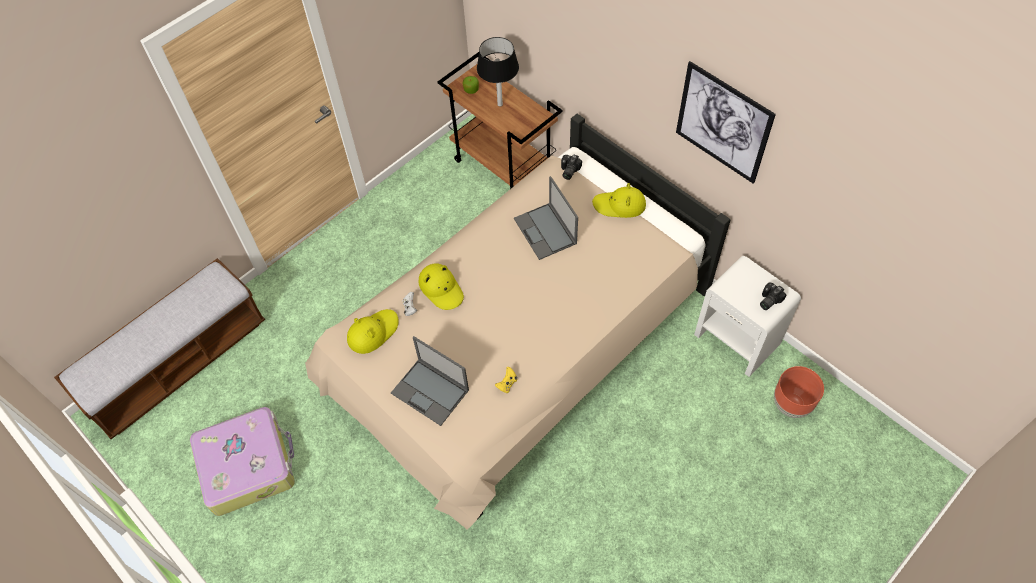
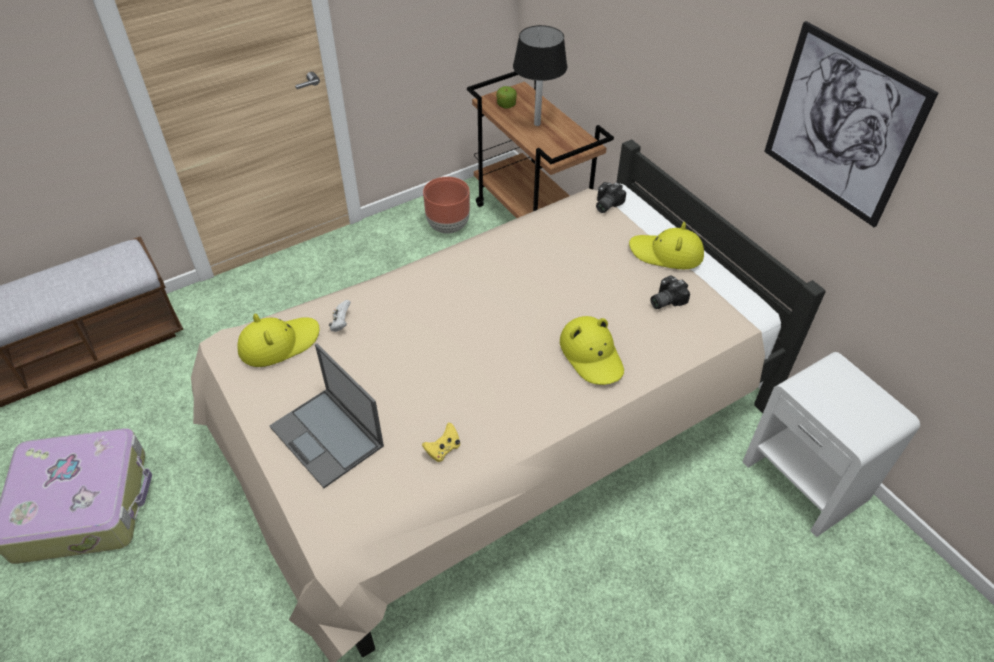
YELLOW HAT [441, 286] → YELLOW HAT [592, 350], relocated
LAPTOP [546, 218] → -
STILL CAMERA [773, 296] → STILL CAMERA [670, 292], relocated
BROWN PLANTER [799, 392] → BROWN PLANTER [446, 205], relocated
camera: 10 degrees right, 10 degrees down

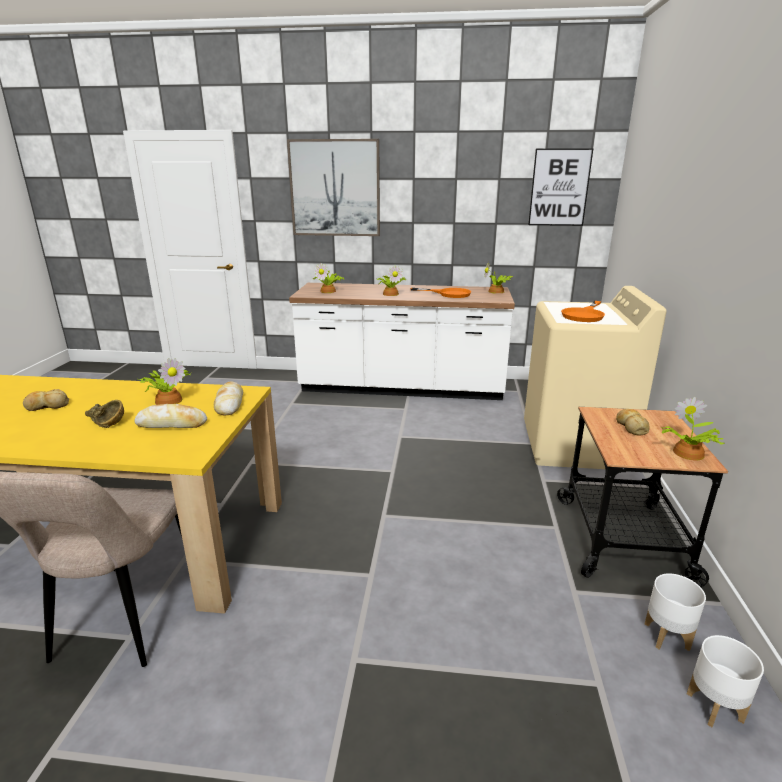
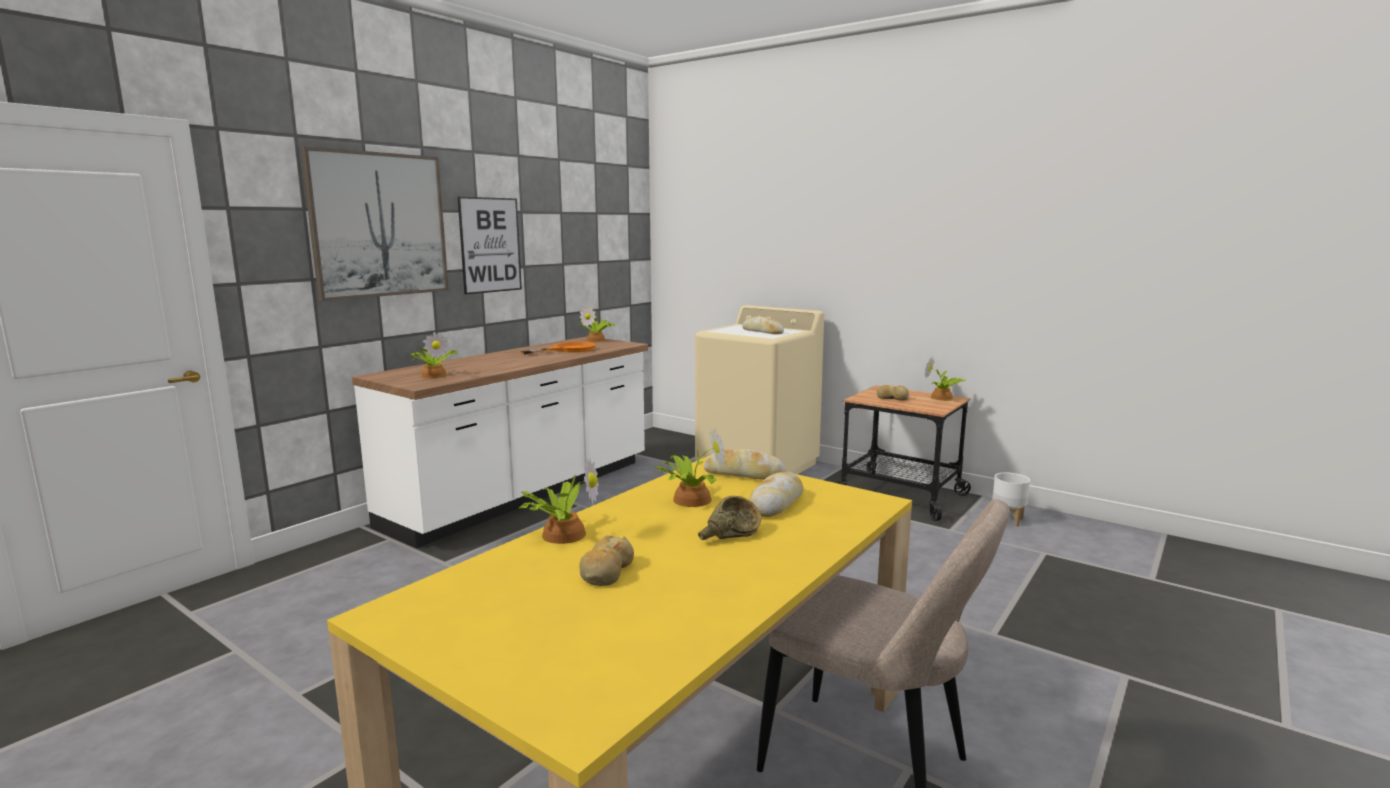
POTTED PLANT [390, 280] → POTTED PLANT [558, 501], relocated
WALL ART [560, 187] → WALL ART [490, 246], relocated
ORANGE PAN [583, 311] → BREAD [763, 325]
WHITE PLANTER [725, 681] → -
camera: 60 degrees left, 10 degrees down

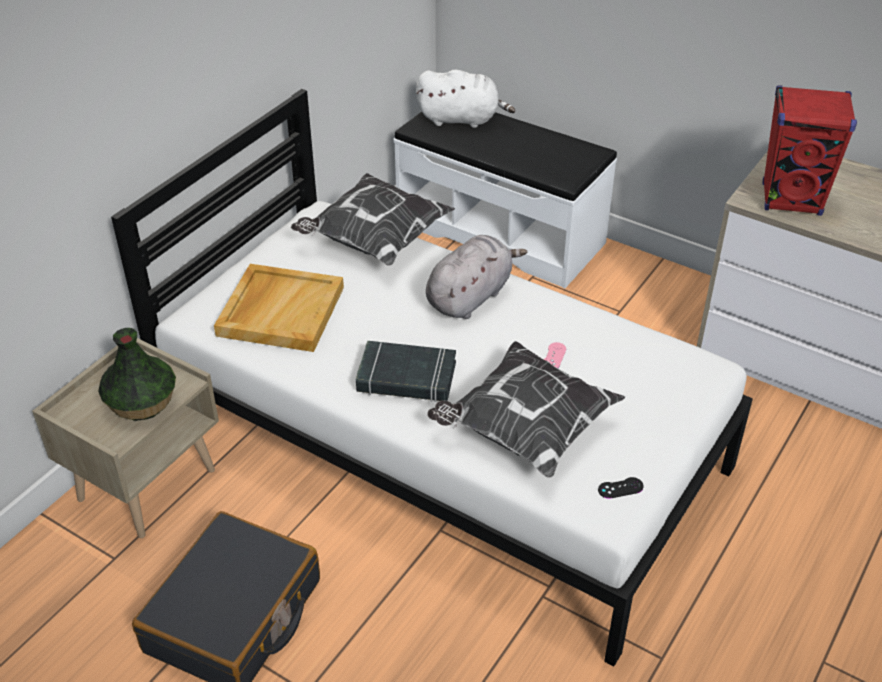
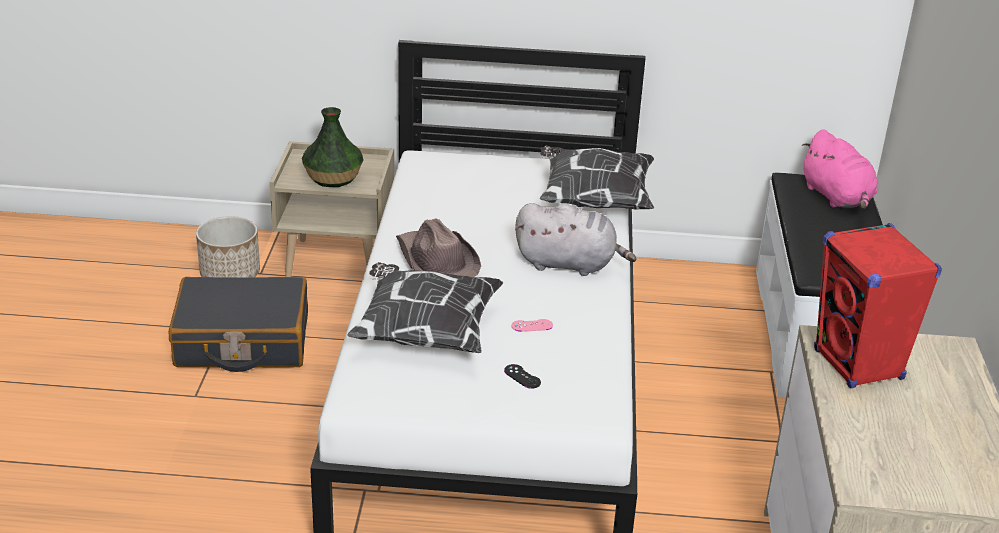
BEIGE-COLOURED TRAY [279, 308] → -
BLACK-COLOURED BOOK [406, 371] → BROWN HAT [438, 247]
WHITE CUDDLY TOY [465, 99] → PINK CUDDLY TOY [839, 169]
BLACK-COLOURED GAMEPAD [621, 488] → BLACK-COLOURED GAMEPAD [522, 376], relocated
- → PLANTER [228, 247]
camera: 60 degrees right, 10 degrees down

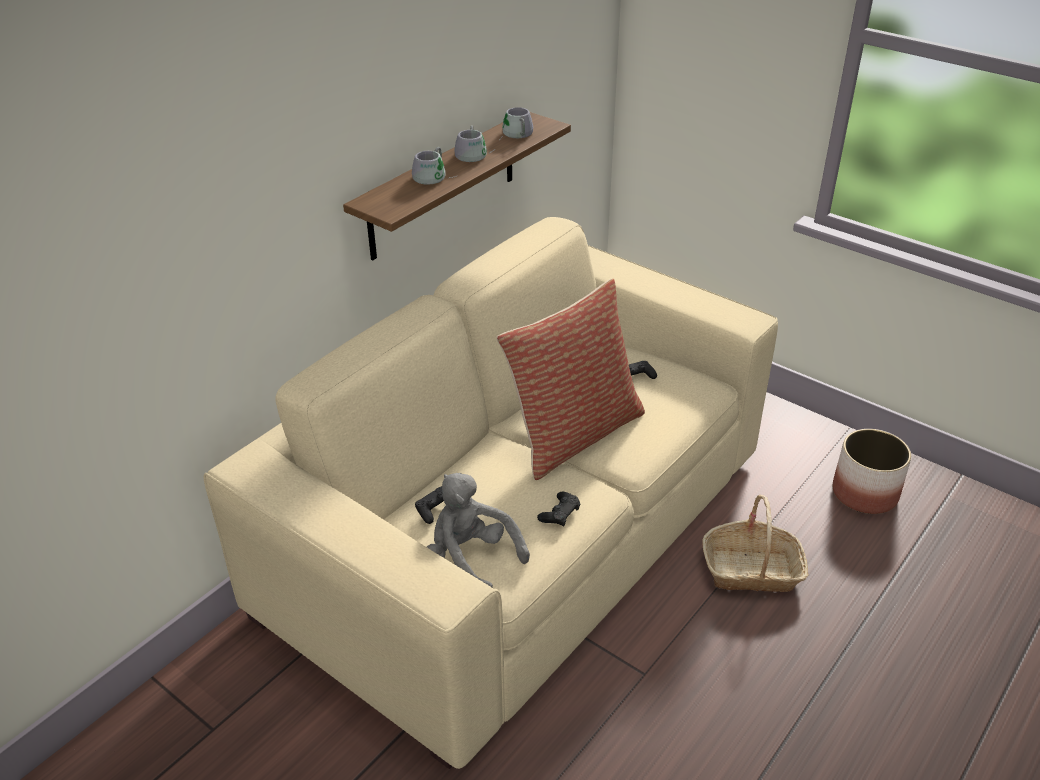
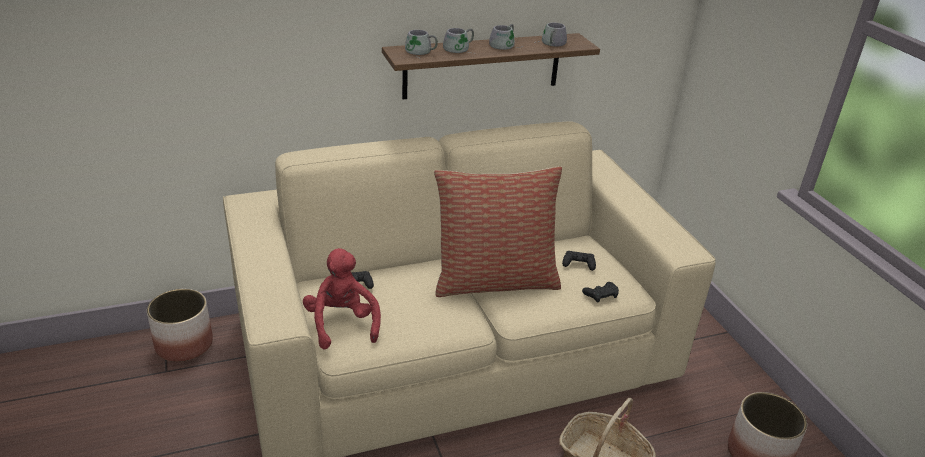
GREYISH CUDDLY TOY [478, 530] → RED-COLOURED CUDDLY TOY [342, 299]
BLACK-COLOURED GAMEPAD [558, 509] → BLACK-COLOURED GAMEPAD [600, 292], relocated
- → PLANTER [180, 325]
- → GREYISH TEA MUG [421, 44]
camera: 30 degrees right, 5 degrees down

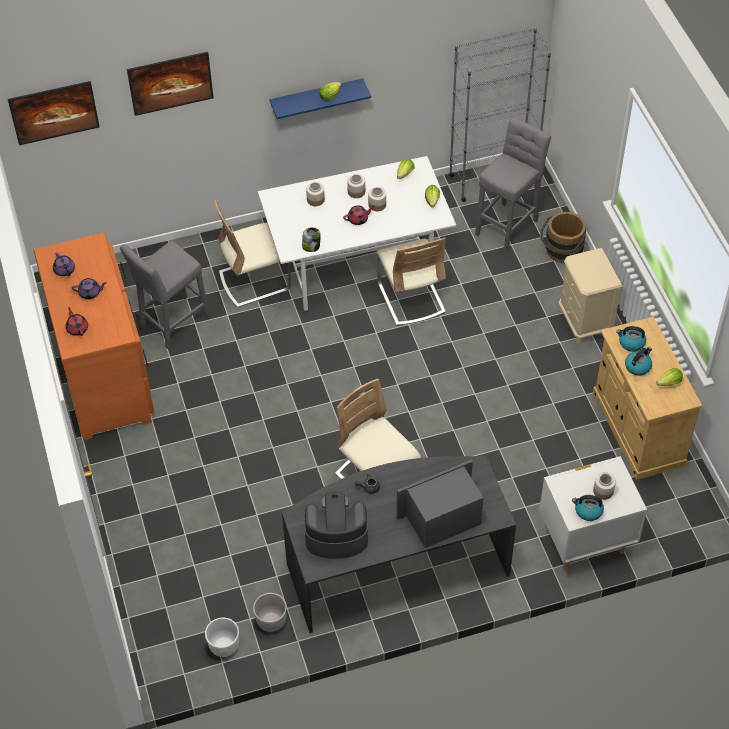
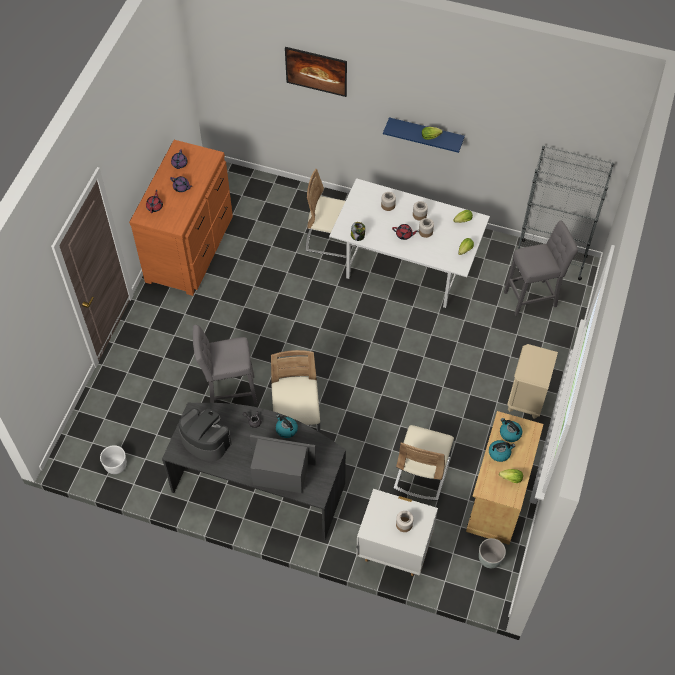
WALL ART [54, 113] → -
GREYISH STOOL [165, 295] → GREYISH STOOL [225, 364], relocated
GREYISH PLANTER [270, 612] → GREYISH PLANTER [492, 553], relocated
BEIGE-COLOURED UPRIGHT CHAIR [411, 282] → BEIGE-COLOURED UPRIGHT CHAIR [424, 463], relocated
BROWN BUCKET [563, 237] → -
TEA KETTLE [588, 508] → TEA KETTLE [287, 426], relocated
camera: 35 degrees right, 5 degrees up

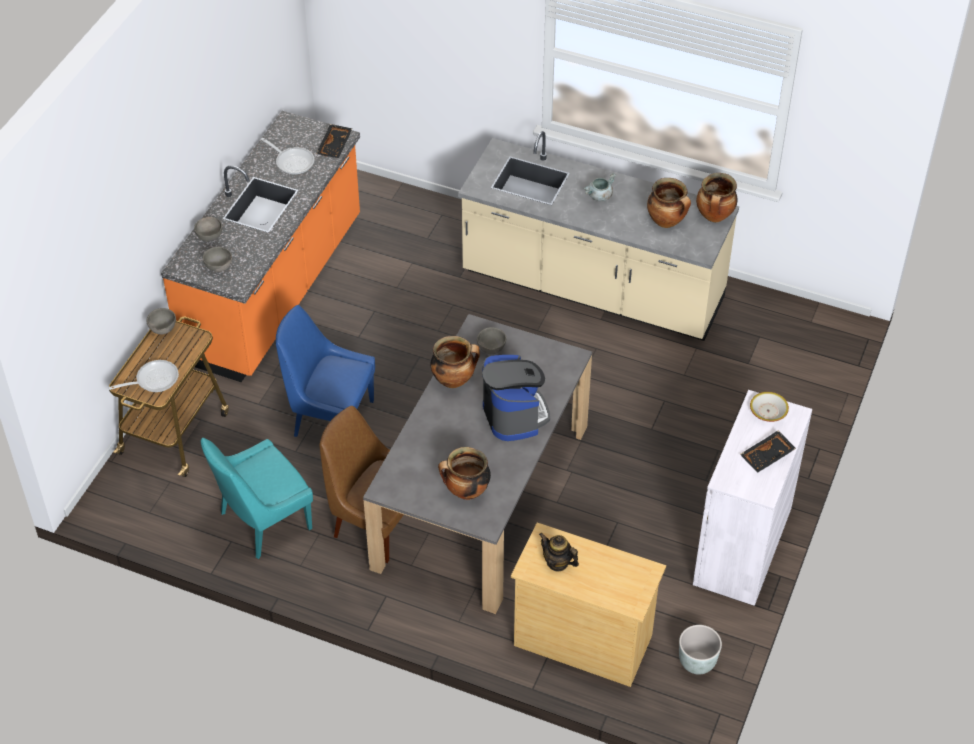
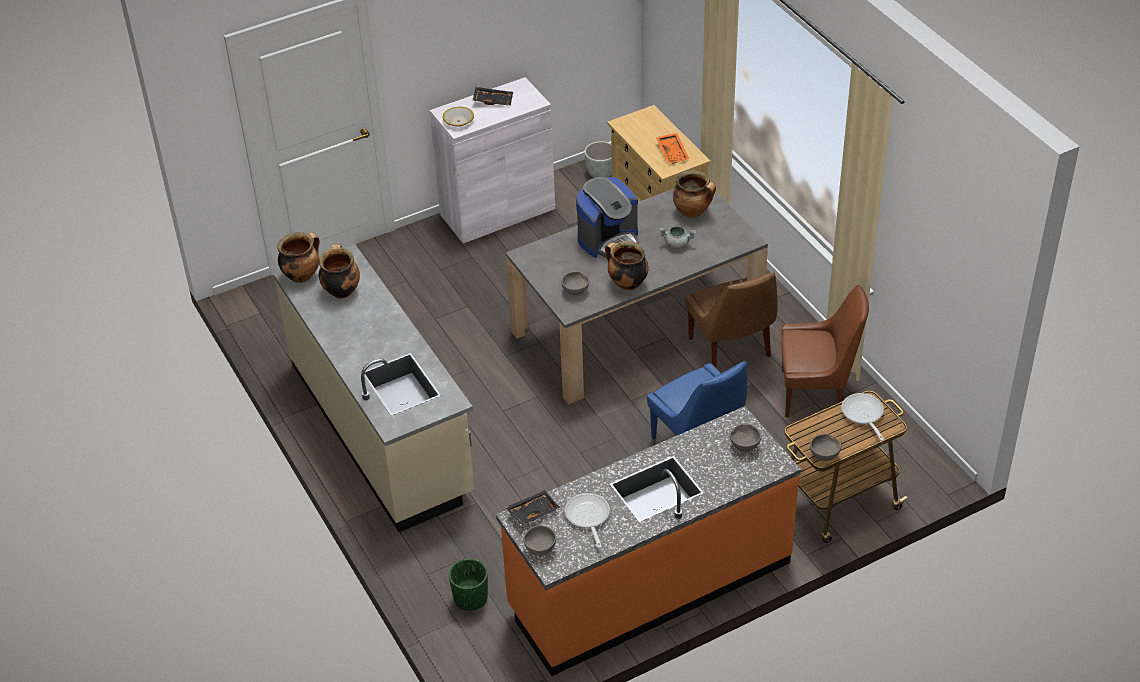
PAN [143, 376] → PAN [862, 417], 60 degrees clockwise
GREYISH SERVING BOWL [208, 229] → GREYISH SERVING BOWL [540, 540], relocated
BLUE-GREEN UPRIGHT CHAIR [257, 498] → BROWN UPRIGHT CHAIR [825, 351]
COFFEE MAKER [516, 398] → COFFEE MAKER [607, 217], 150 degrees counterclockwise
TEA POT [559, 552] → ORANGE TRAY [672, 148]
GREYISH STOCKPOT [600, 187] → GREYISH STOCKPOT [678, 237], relocated
- → GREEN-COLOURED PLANTER [468, 584]
camera: 140 degrees left, 5 degrees down

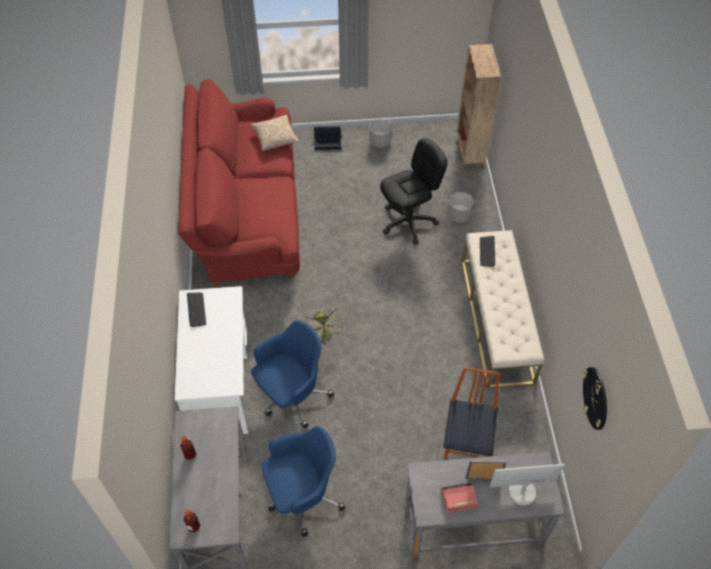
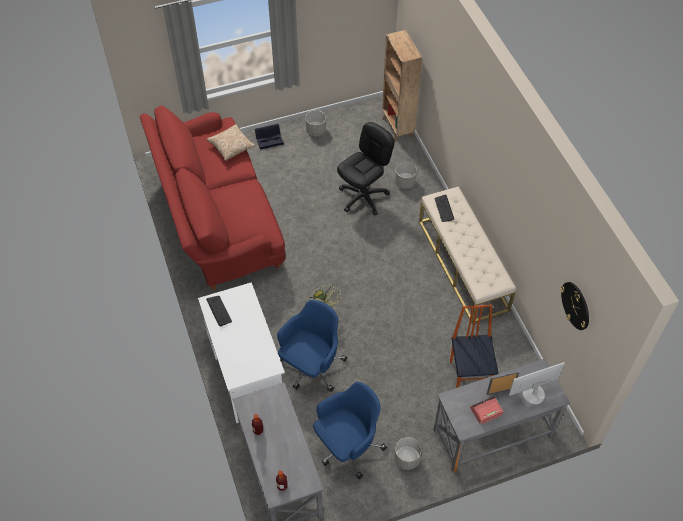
- → GREYISH PLANTER [407, 453]
camera: 15 degrees left, 0 degrees up

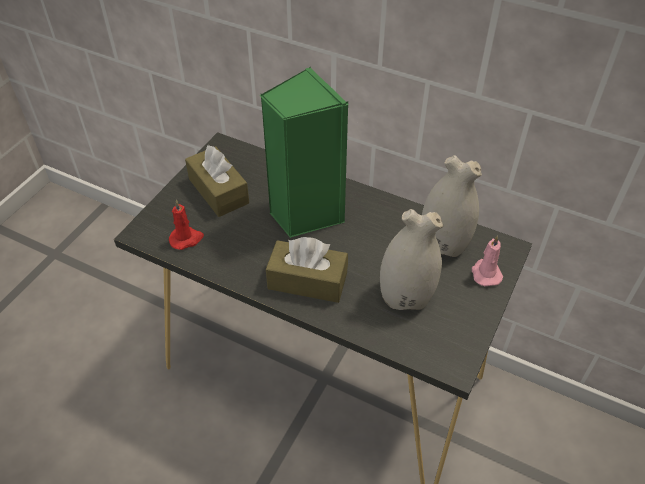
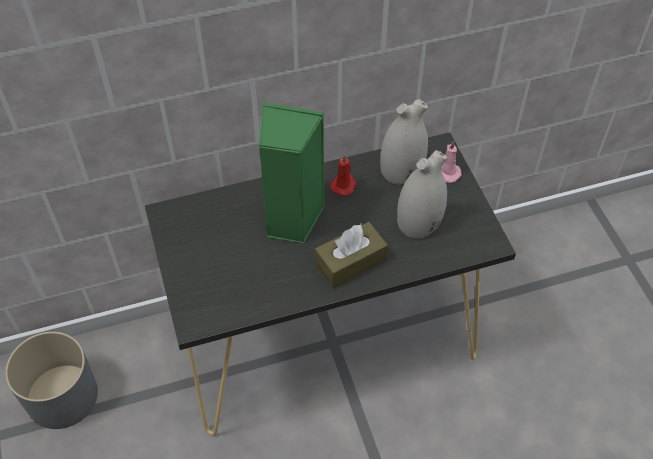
RED-COLOURED WAX CANDLE [186, 225] → RED-COLOURED WAX CANDLE [343, 175], relocated
BROWN TISSUE BOX [217, 181] → -
- → GREYISH PLANTER [51, 380]
camera: 45 degrees left, 5 degrees up

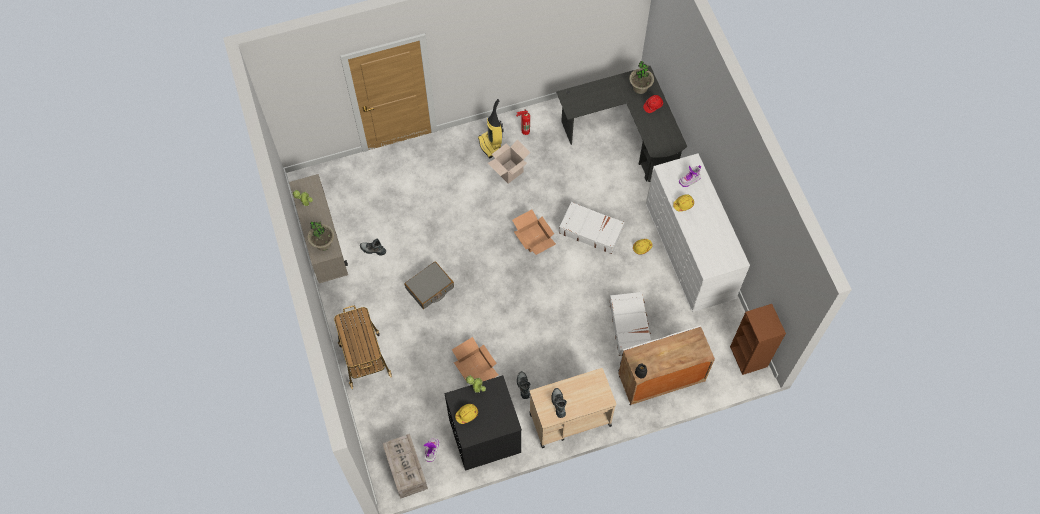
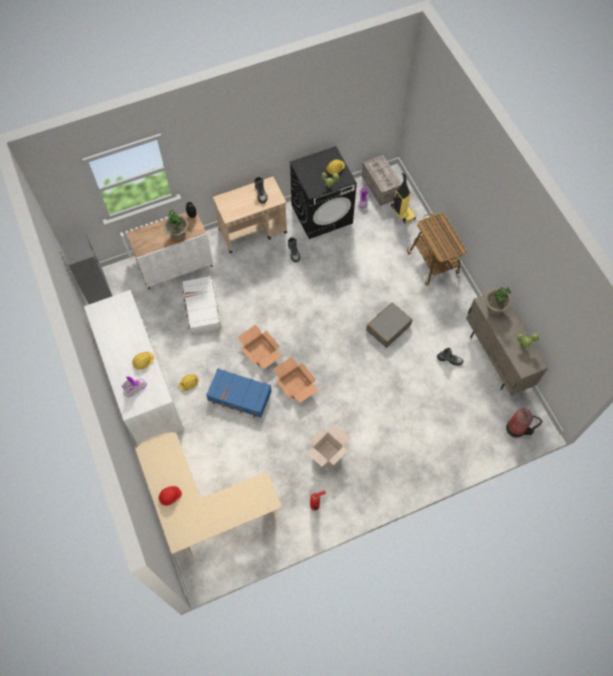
PACKING BOX [475, 359] → PACKING BOX [260, 347], relocated
HOOVER [491, 128] → HOOVER [403, 198], relocated
BLACK-COLOURED DESK TABLE [621, 124] → BEIGE-COLOURED DESK TABLE [209, 495]
WHITE TRAVEL CASE [591, 228] → BLUE TRAVEL CASE [239, 393]
POTTED PLANT [641, 77] → POTTED PLANT [175, 225], relocated
BROWN SHELVING UNIT [758, 339] → GREYISH SHELVING UNIT [86, 268]
- → FIRE-FIGHTING CYLINDER [524, 423]
camera: 175 degrees right, 0 degrees up

